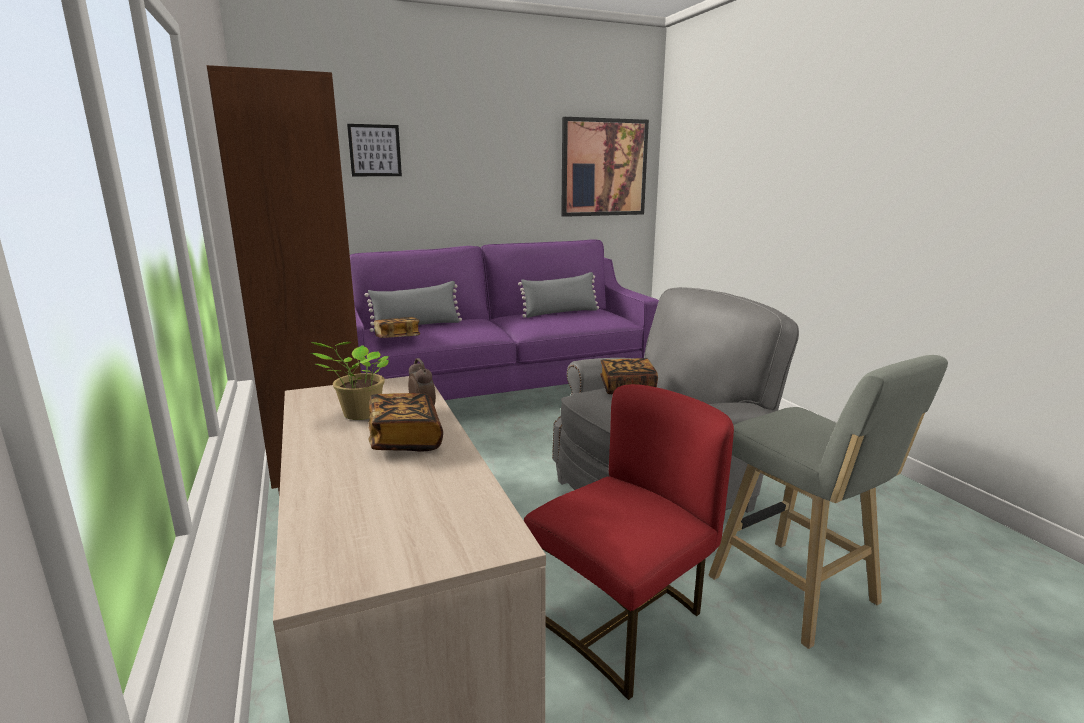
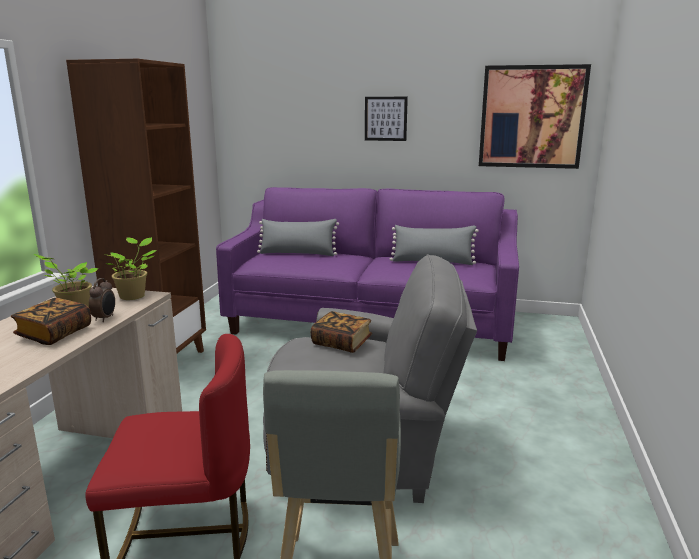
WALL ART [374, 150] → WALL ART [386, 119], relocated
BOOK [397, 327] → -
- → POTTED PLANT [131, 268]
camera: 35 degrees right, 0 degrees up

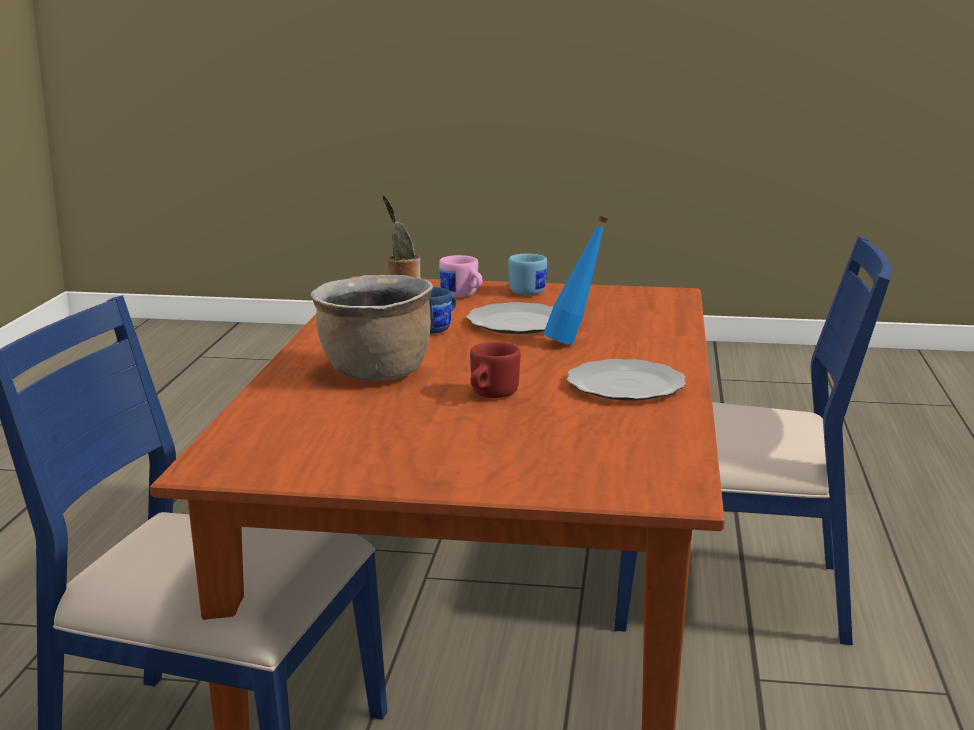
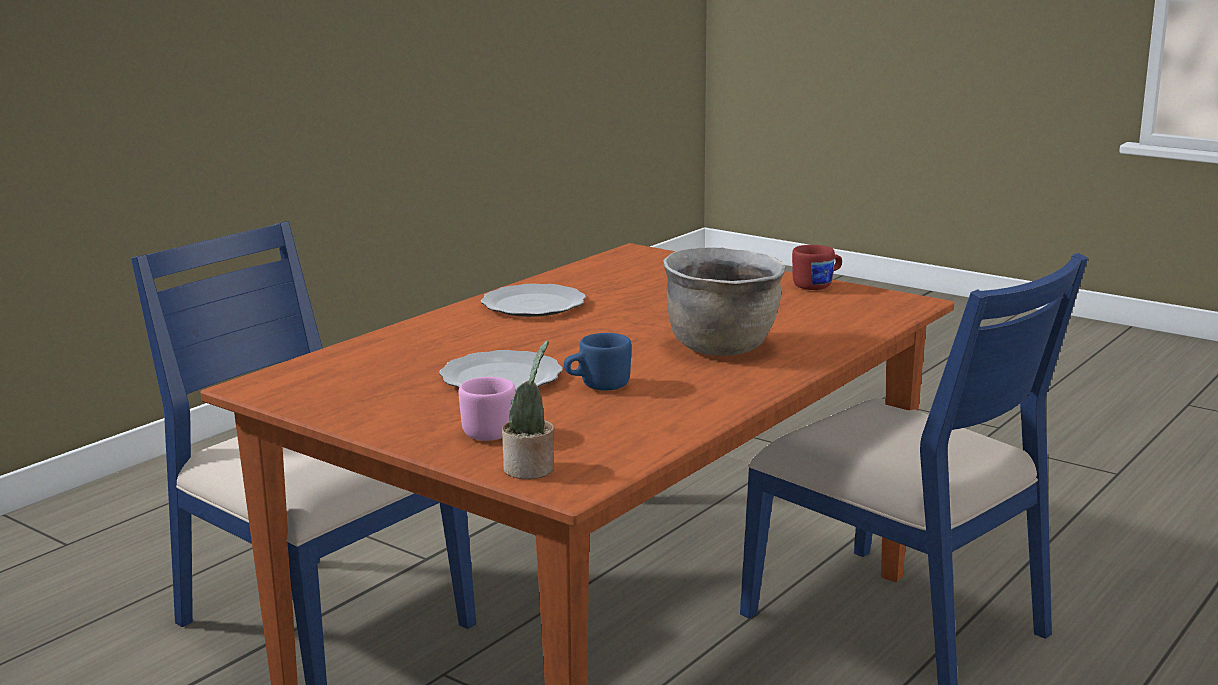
RED-COLOURED TEA MUG [495, 370] → RED-COLOURED TEA MUG [817, 267], relocated
BLUE TEA MUG [527, 274] → -
BLUE BEVERAGE BOTTLE [575, 280] → -
camera: 150 degrees left, 0 degrees up

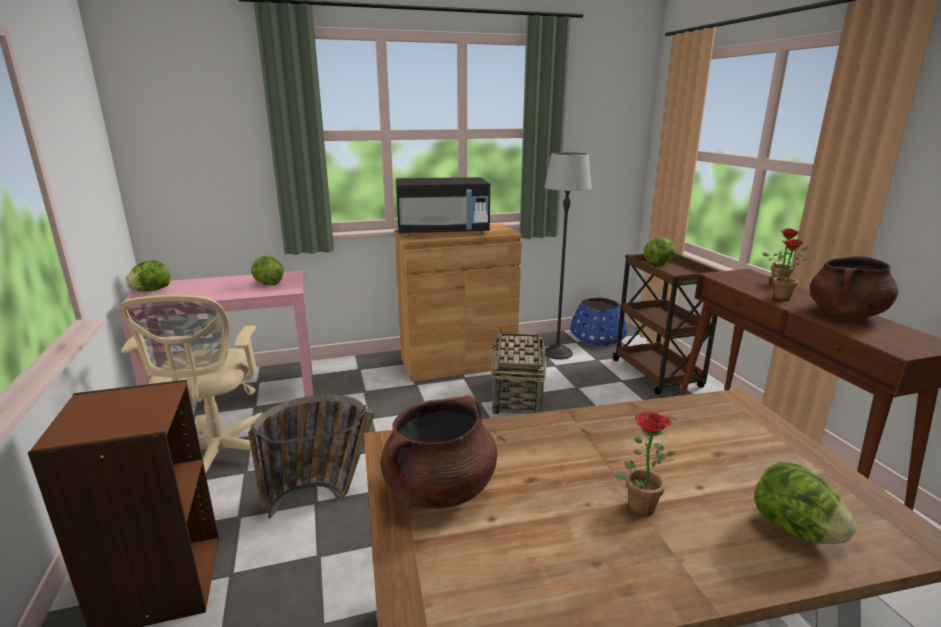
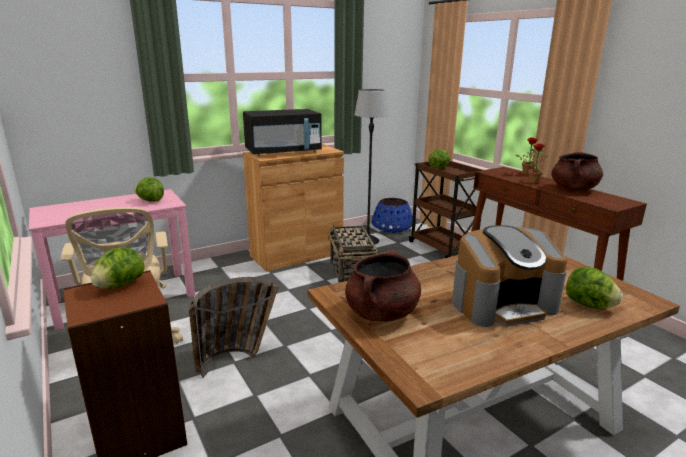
LETTUCE [147, 276] → LETTUCE [117, 268], relocated
POTTED PLANT [645, 464] → COFFEE MAKER [509, 276]
camera: 15 degrees left, 0 degrees up

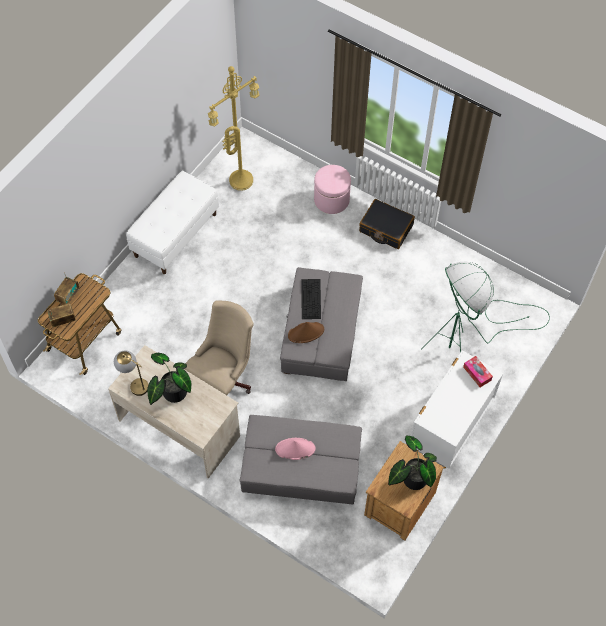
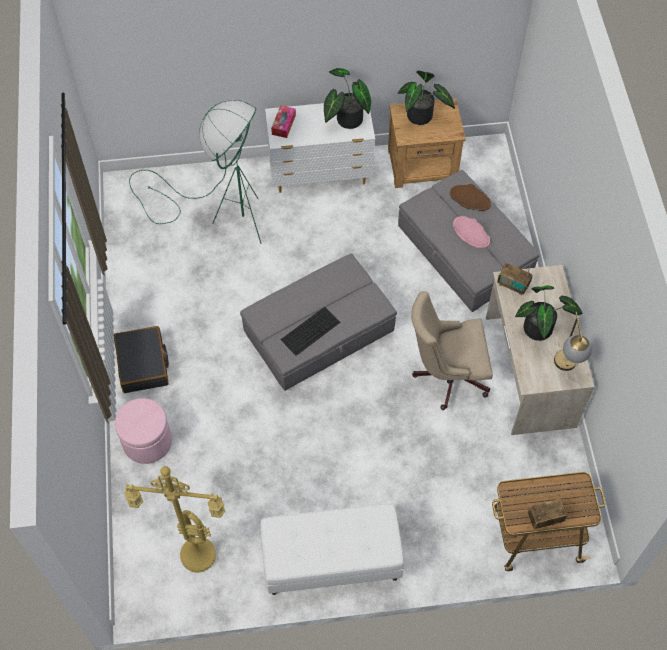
RADIO SET [61, 315] → RADIO SET [515, 279], relocated
BROWN HAT [306, 332] → BROWN HAT [470, 197], relocated
- → POTTED PLANT [347, 98]
camera: 130 degrees left, 0 degrees up

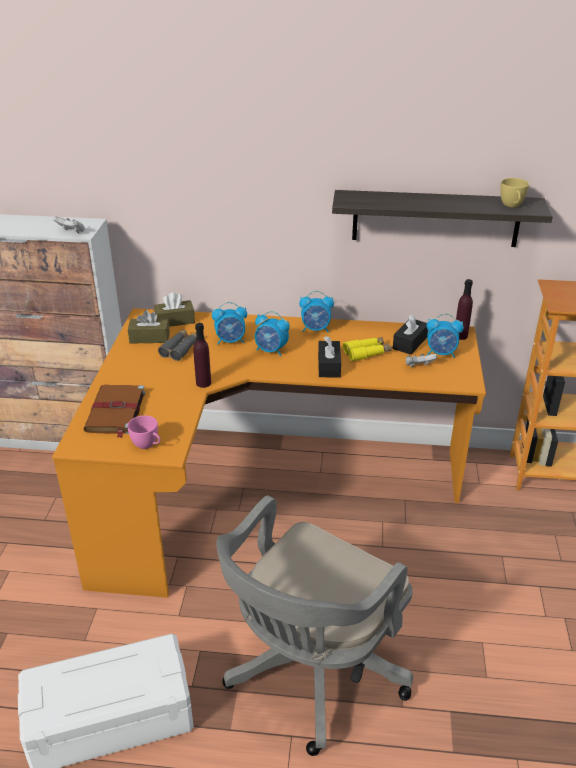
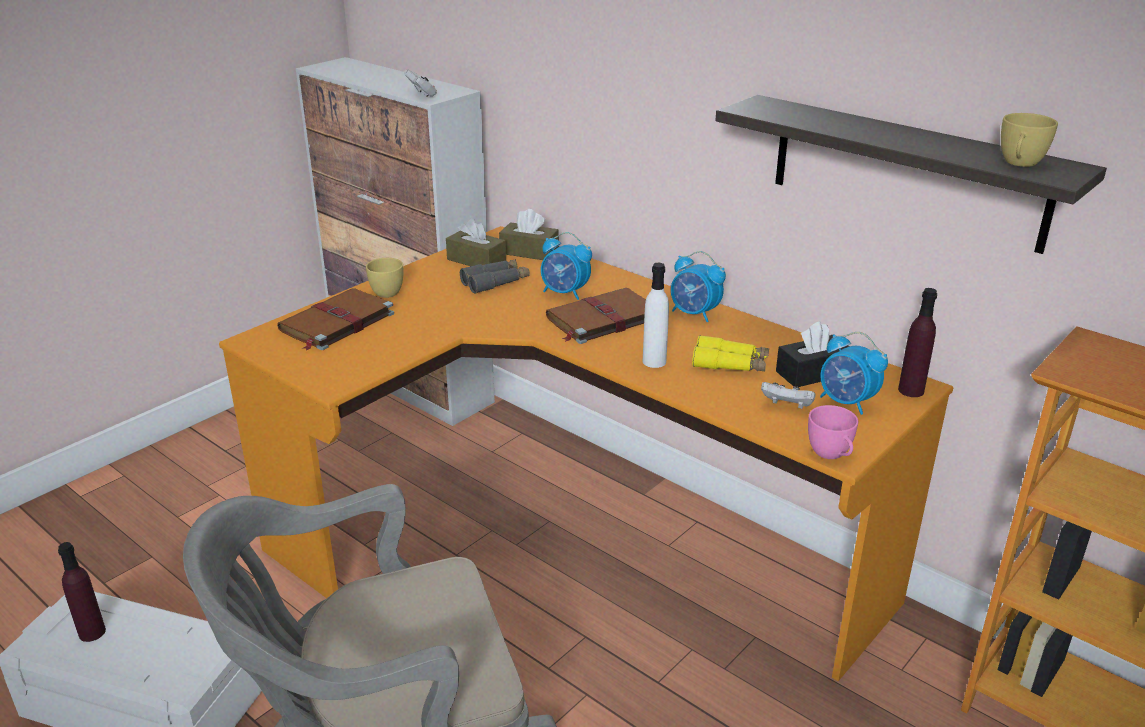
PINK DRINKING CUP [143, 432] → PINK DRINKING CUP [833, 432], relocated
PURPLE-COLOURED BEVERAGE BOTTLE [202, 355] → PURPLE-COLOURED BEVERAGE BOTTLE [82, 592], relocated
BEDSIDE CLOCK [272, 333] → BROWN BOOK [596, 316]
BLACK-COLOURED TISSUE BOX [329, 357] → WHITE BEVERAGE BOTTLE [656, 315]
- → YELLOW DRINKING CUP [384, 278]
camera: 35 degrees right, 5 degrees down

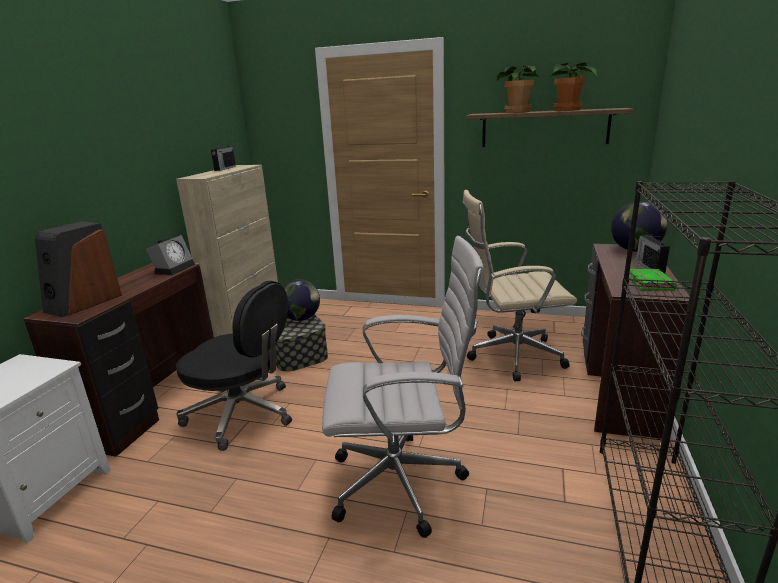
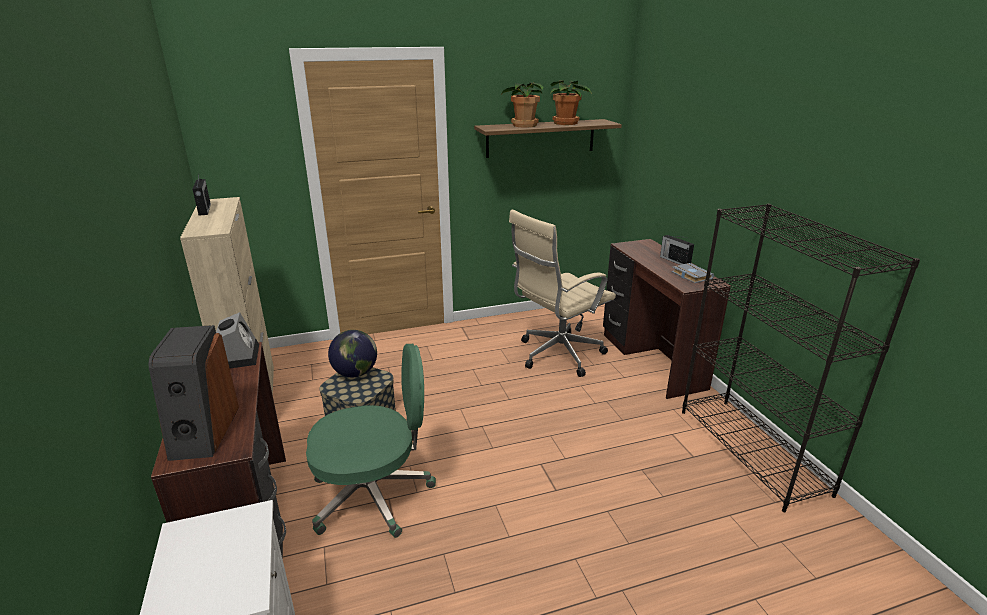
BLACK-COLOURED OFFICE CHAIR [234, 366] → GREEN-COLOURED OFFICE CHAIR [371, 441]
WHITE OFFICE CHAIR [403, 387] → -
DESK GLOBE [639, 226] → -
GREEN-COLOURED BOOK [653, 279] → GREYISH BOOK [693, 273]
camera: 35 degrees left, 5 degrees up

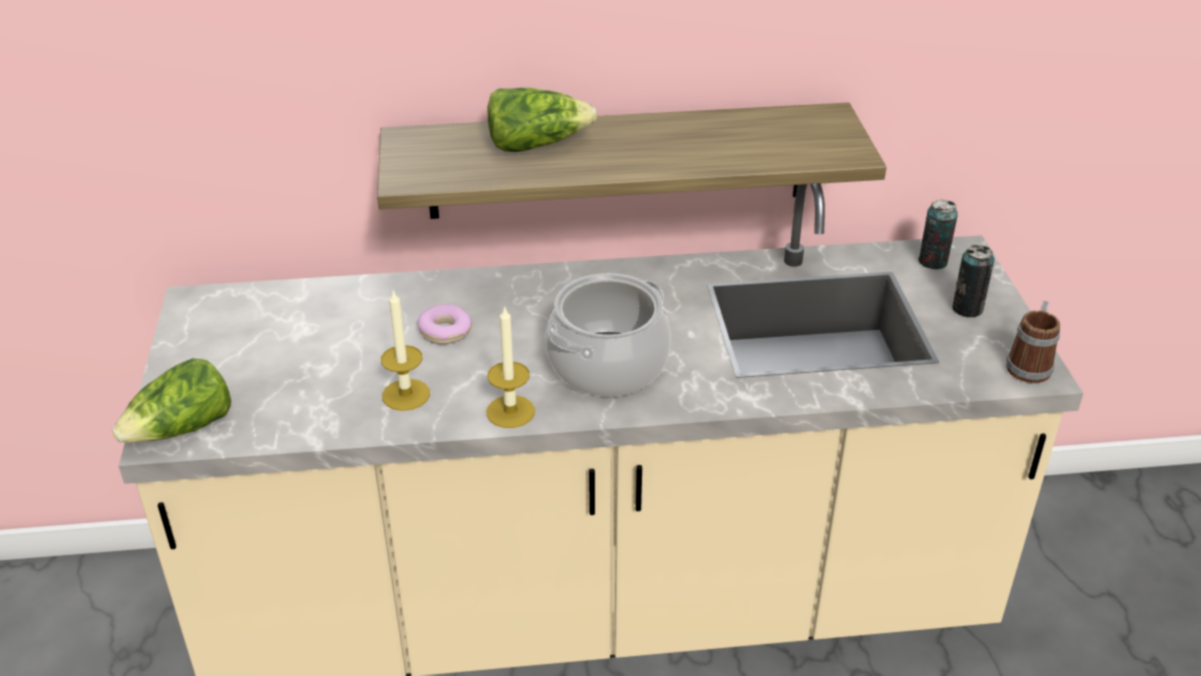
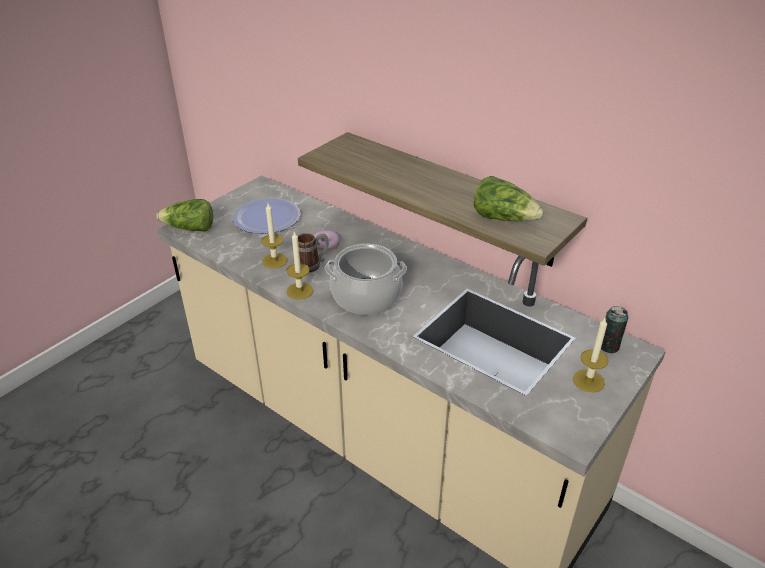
LETTUCE [542, 120] → LETTUCE [508, 198], relocated
SEALED CAN [973, 281] → WAX CANDLE [591, 355]
TEA MUG [1033, 342] → TEA MUG [313, 253], relocated
- → PLATE [266, 216]
camera: 45 degrees right, 0 degrees up

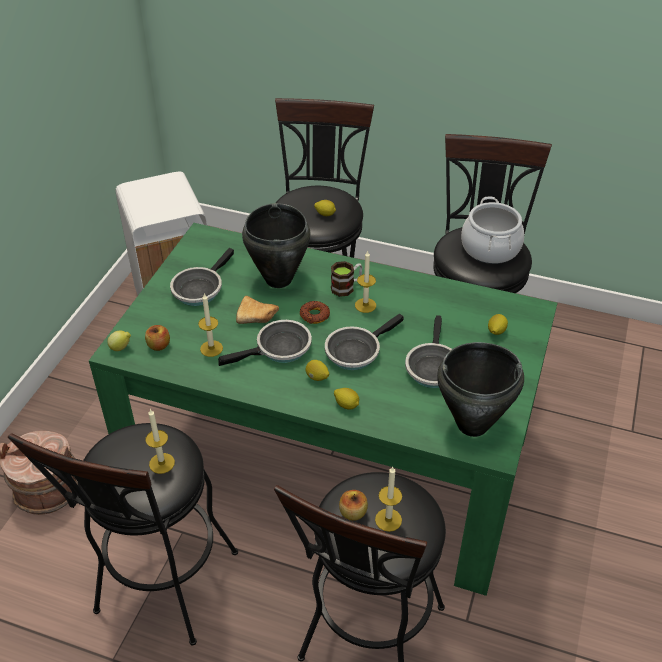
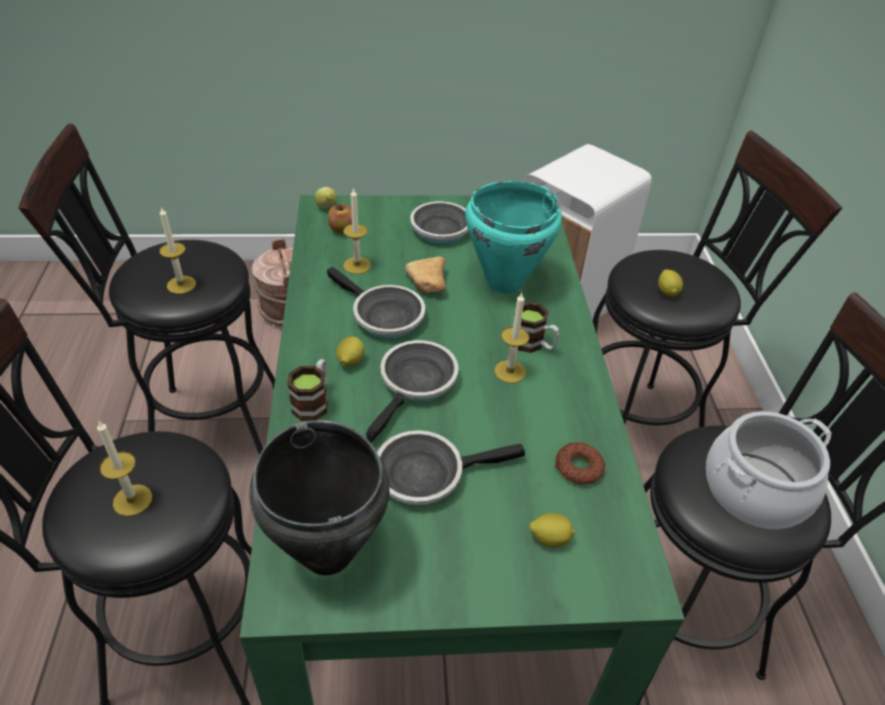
BLACK-COLOURED STOCKPOT [276, 245] → BLUE-GREEN STOCKPOT [513, 237]
RING DOUGHNUT [315, 312] → RING DOUGHNUT [580, 463], relocated
PAN [364, 342] → PAN [412, 391], 90 degrees clockwise
LEMON [346, 399] → TEA MUG [307, 390]
APPLE FRUIT [353, 505] → -
camera: 65 degrees right, 0 degrees up

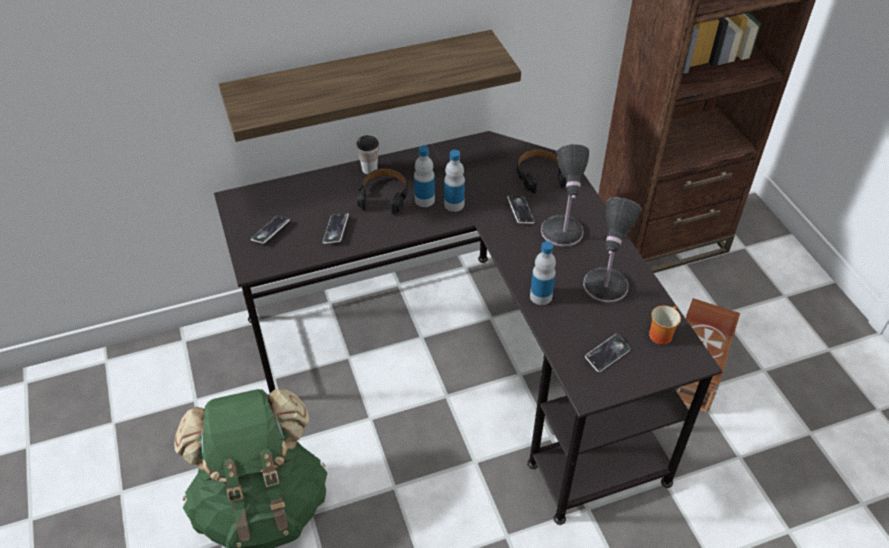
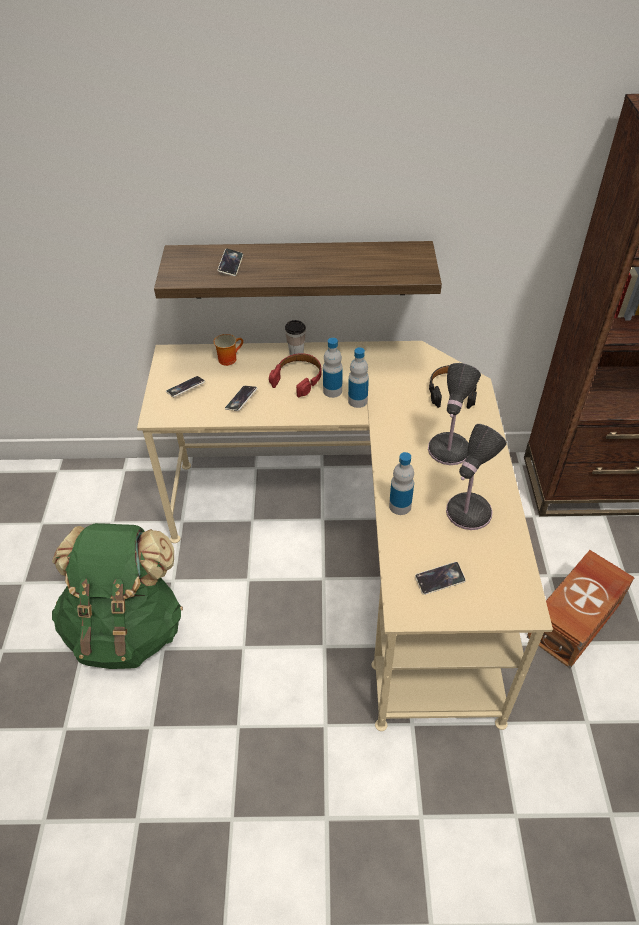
BLACK-COLOURED DESK TABLE [468, 328] → BEIGE-COLOURED DESK TABLE [345, 536]
BLACK-COLOURED HEADSET [382, 191] → RED-COLOURED HEADSET [295, 375]
PHONE [521, 209] → PHONE [230, 262], relocated
TEA MUG [665, 325] → TEA MUG [228, 350], relocated
camera: 20 degrees right, 0 degrees up

